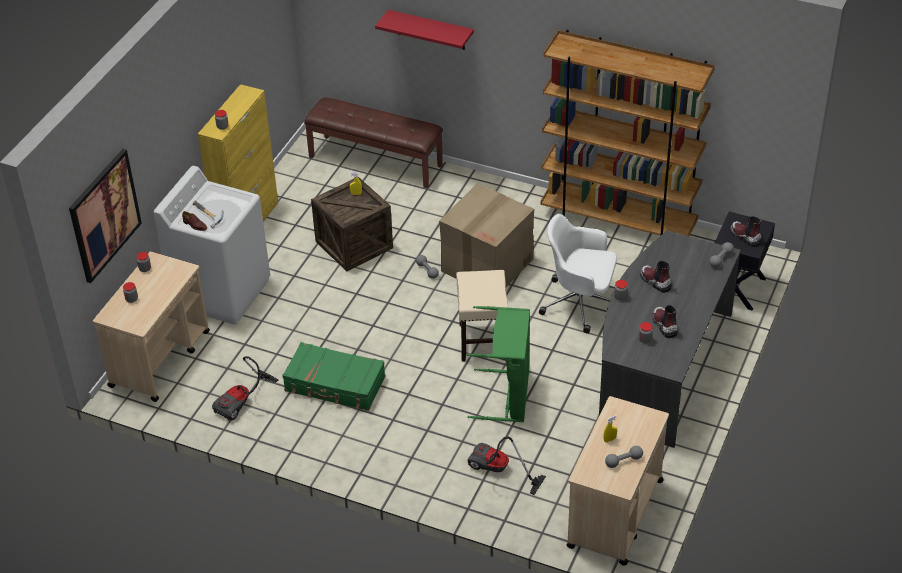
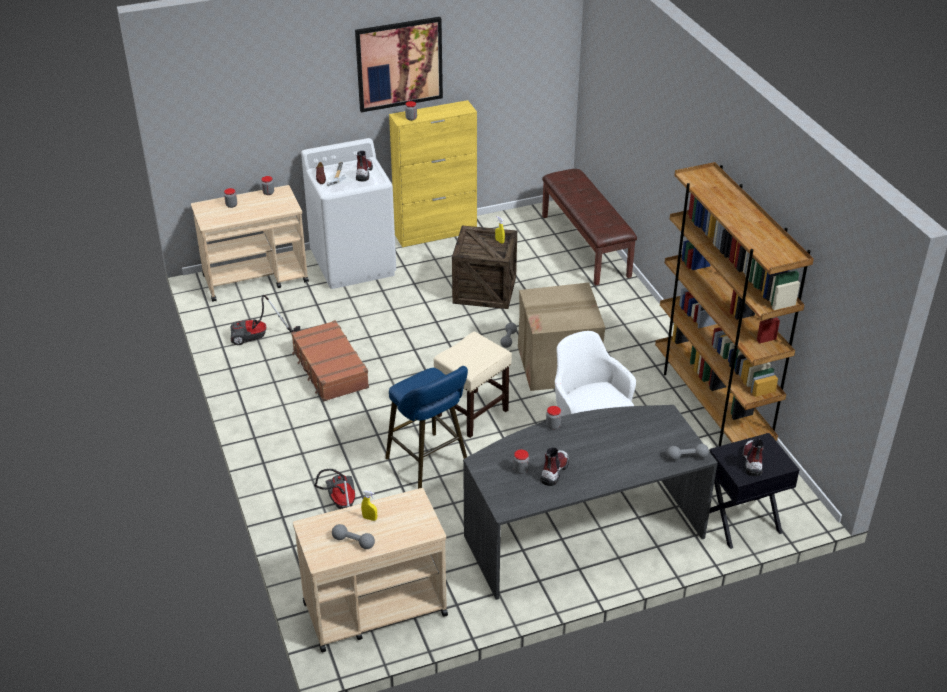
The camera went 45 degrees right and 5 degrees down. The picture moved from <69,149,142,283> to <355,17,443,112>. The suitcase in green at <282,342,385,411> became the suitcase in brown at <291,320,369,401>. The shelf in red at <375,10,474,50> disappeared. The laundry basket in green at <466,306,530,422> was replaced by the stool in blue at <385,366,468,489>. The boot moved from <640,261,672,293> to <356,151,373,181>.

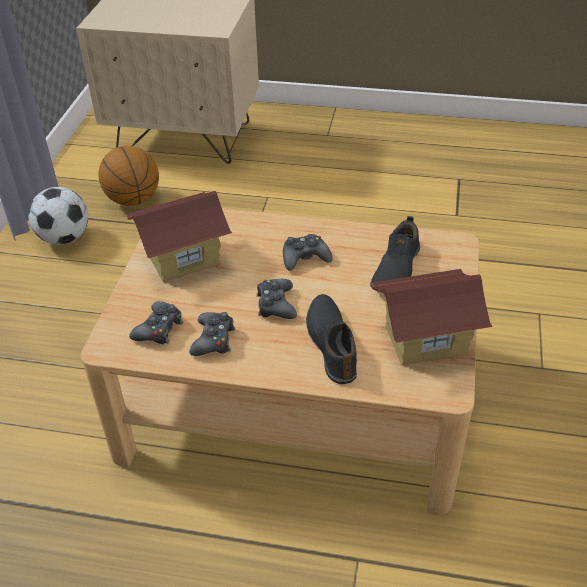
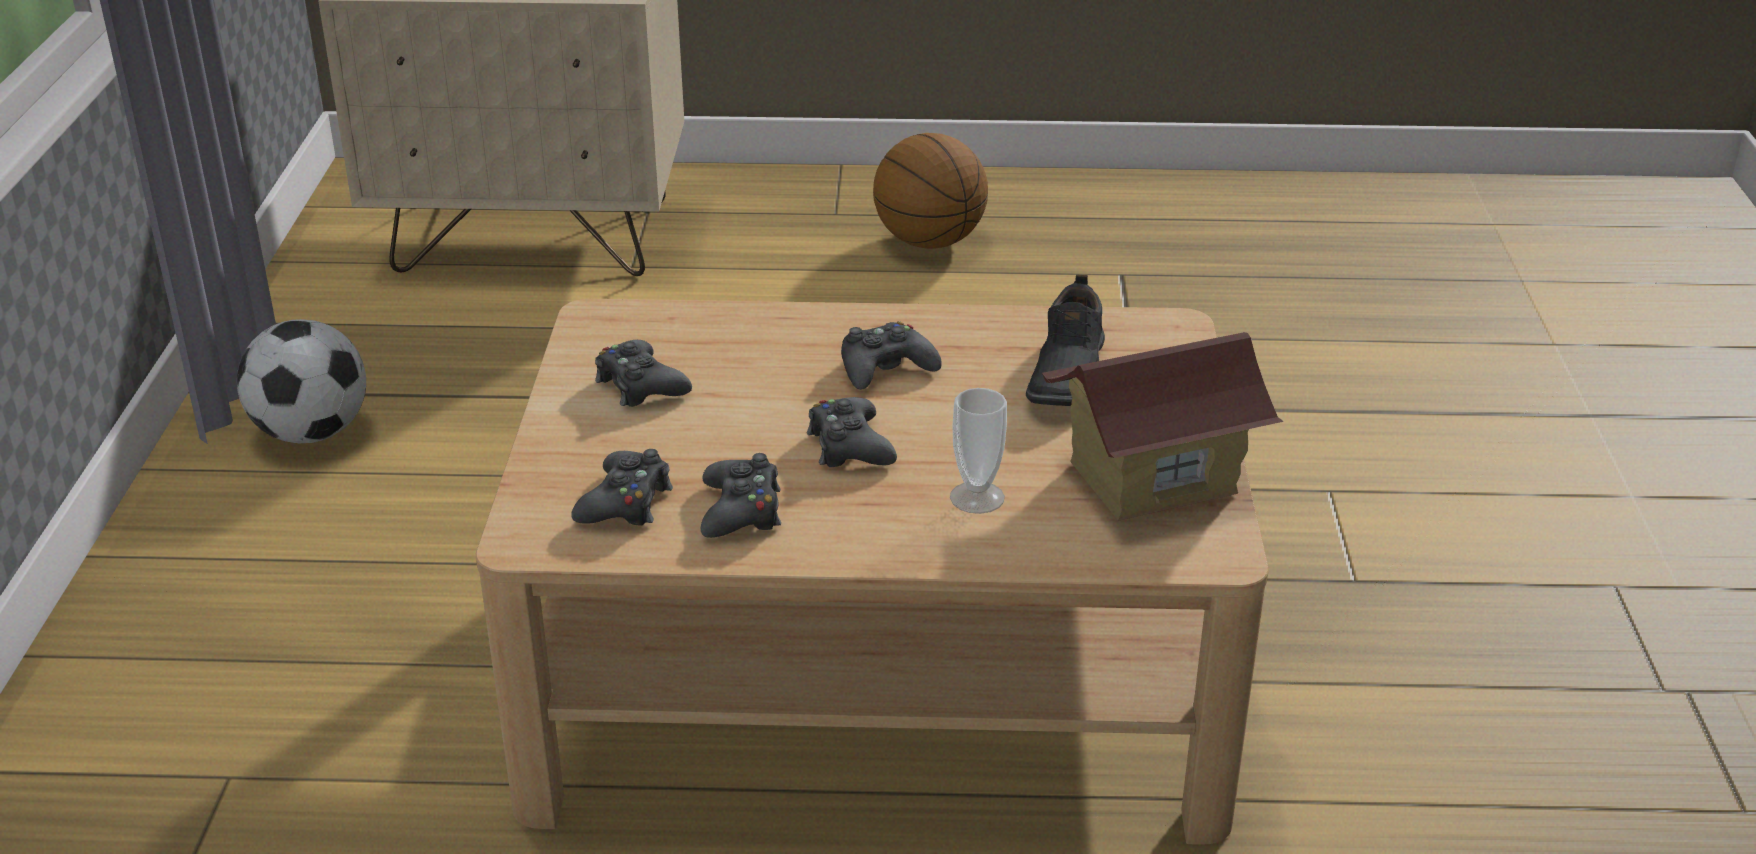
The camera went 10 degrees left and 10 degrees down. The basketball moved from <98,146,159,206> to <873,133,988,249>. The toy house at <126,191,232,282> was replaced by the game controller in black at <595,340,692,407>. The shoe in black at <306,294,357,384> was replaced by the cup at <950,388,1007,514>.

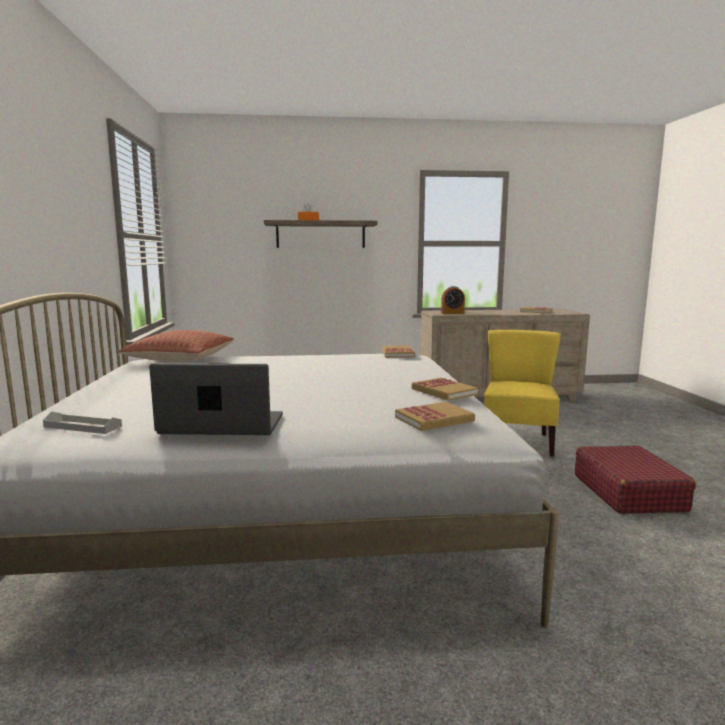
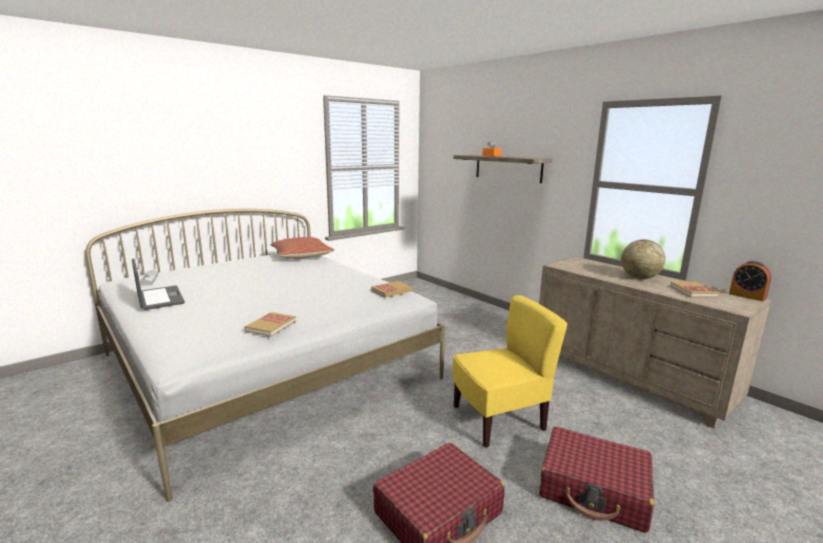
The camera went 55 degrees right and 5 degrees up. The book at <395,402,475,431> disappeared. The alarm clock moved from <441,286,465,314> to <729,261,771,302>. The suitcase in red at <539,426,655,533> appeared. The globe at <621,239,665,279> appeared.

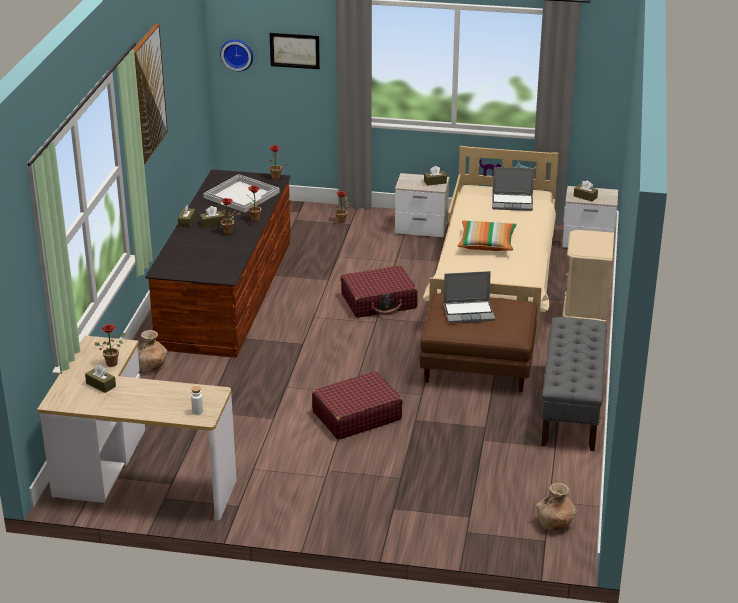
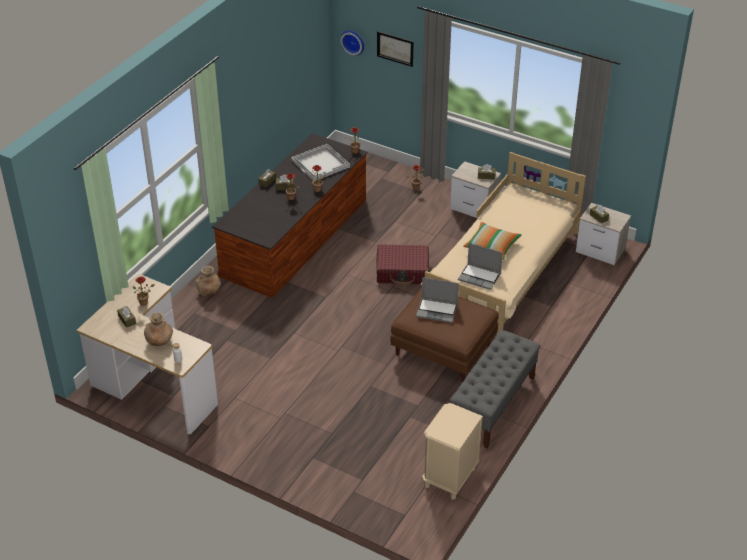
The camera went 20 degrees right and 10 degrees up. The picture at <133,24,168,164> disappeared. The suitcase in red at <312,371,403,440> disappeared. The laptop moved from <492,167,534,211> to <458,243,502,290>. The vase in brown moved from <536,483,577,531> to <144,312,173,346>. The nightstand in beige moved from <562,230,614,322> to <422,403,483,500>.

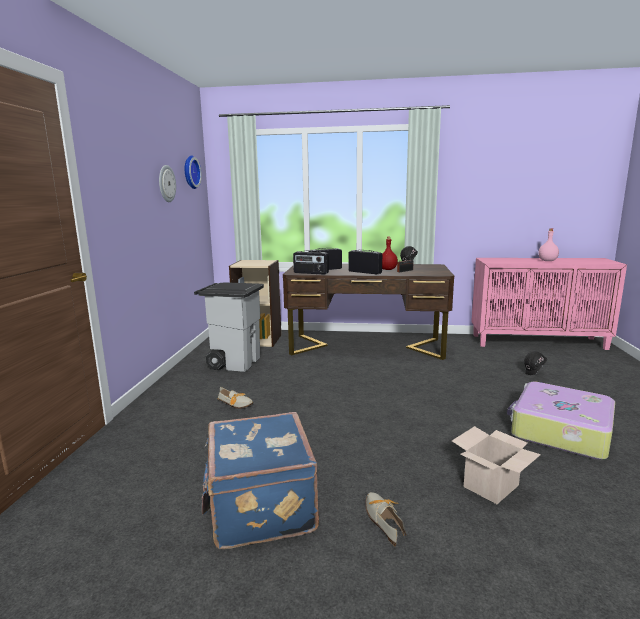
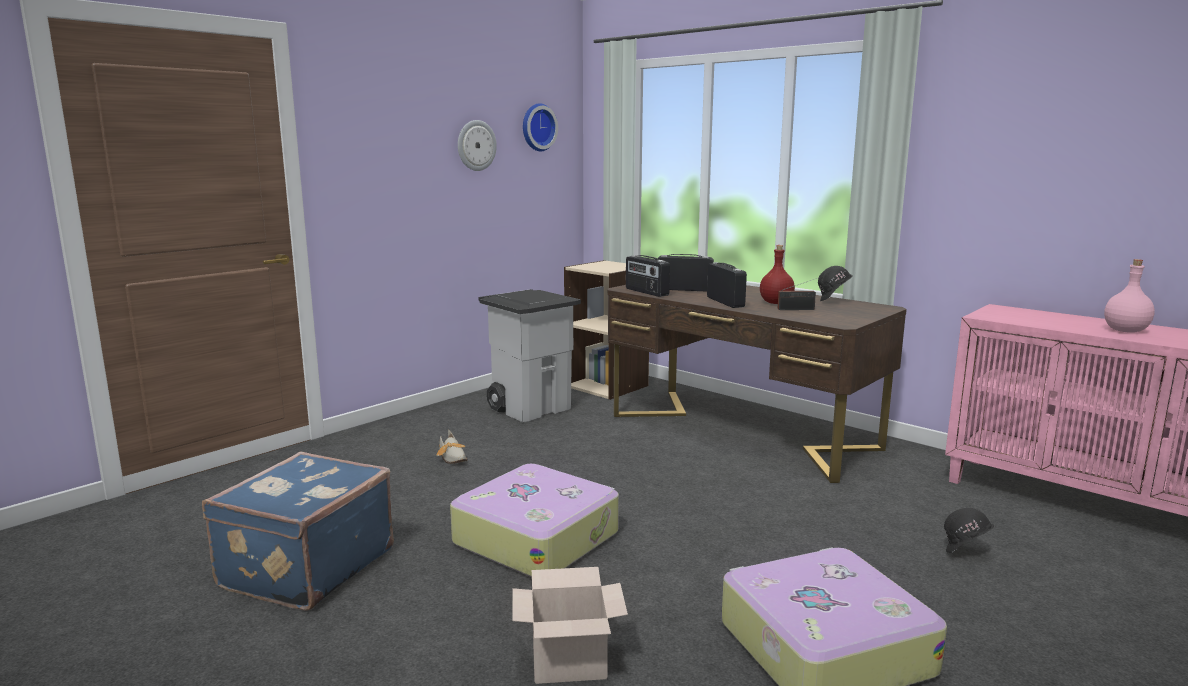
The camera went 35 degrees right and 0 degrees up. The shoe at <365,492,406,547> disappeared. The suitcase at <450,464,619,577> appeared.

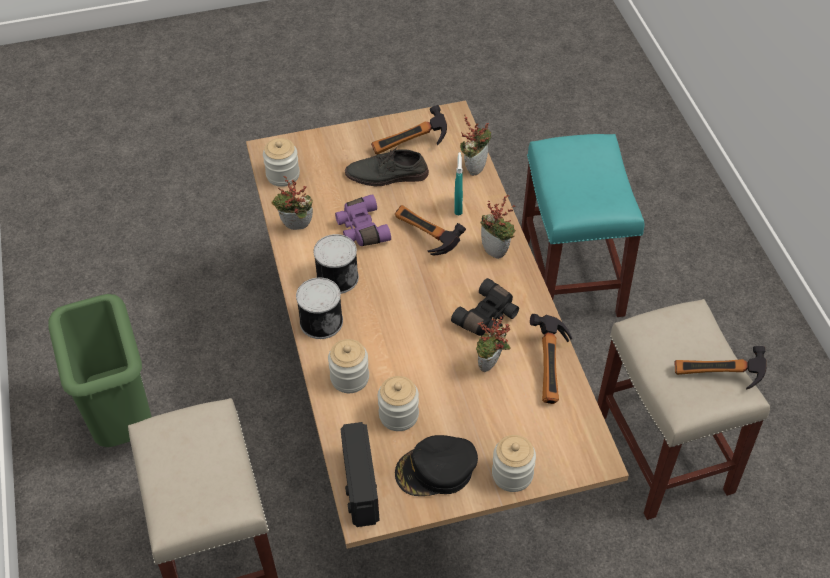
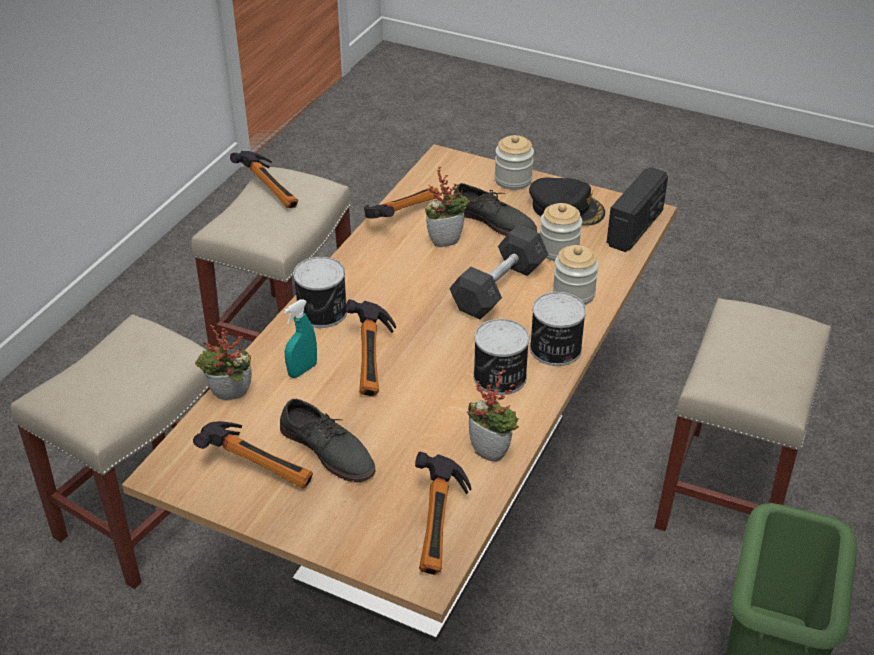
The camera went 140 degrees left and 10 degrees down. The jar at <263,138,300,187> was replaced by the hammer at <415,452,472,575>. The binoculars in purple at <335,194,391,246> disappeared. The binoculars in black at <451,278,519,336> disappeared. The potted plant at <480,194,516,259> was replaced by the can at <293,257,347,328>. The stool in turquoise at <521,134,644,317> became the stool in beige at <11,314,210,589>. The dumbbell in grey at <449,225,549,320> appeared. The shoe in grey at <453,183,537,236> appeared.

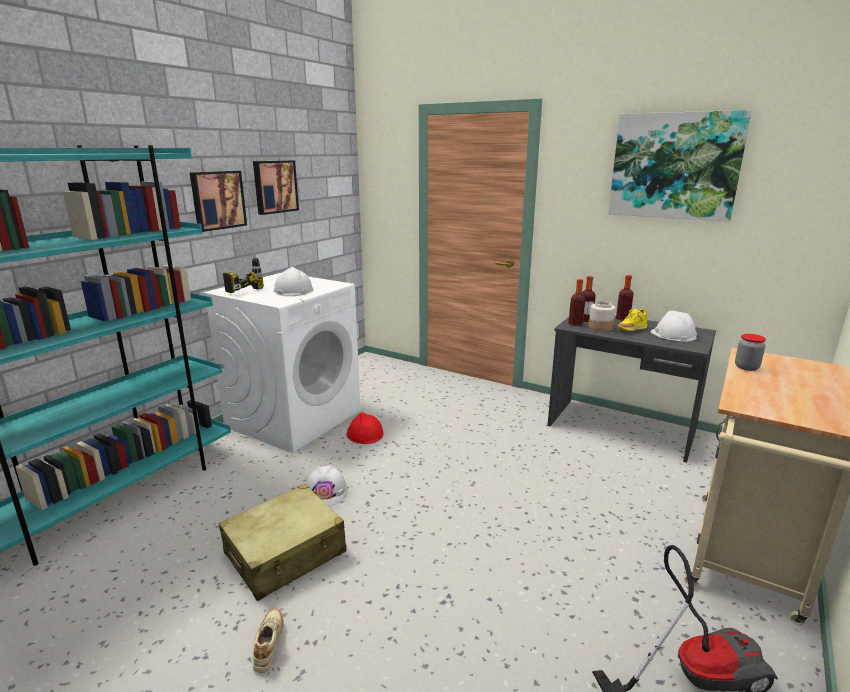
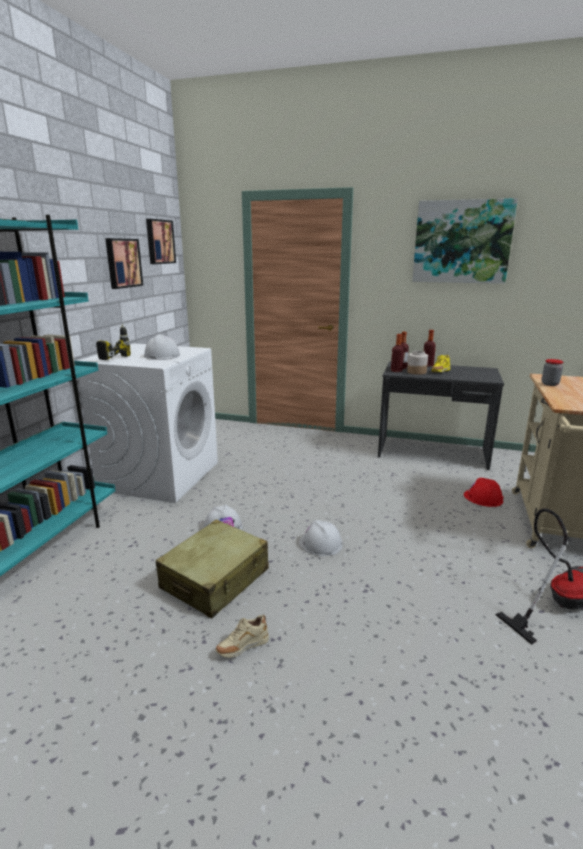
The camera went 15 degrees left and 0 degrees up. The picture moved from <190,171,247,232> to <146,219,176,264>. The shoe in beige at <253,608,283,673> turned 105 degrees counterclockwise. The hard hat in red moved from <346,412,384,444> to <464,478,503,507>. The hard hat in white moved from <650,310,697,342> to <299,520,342,556>.

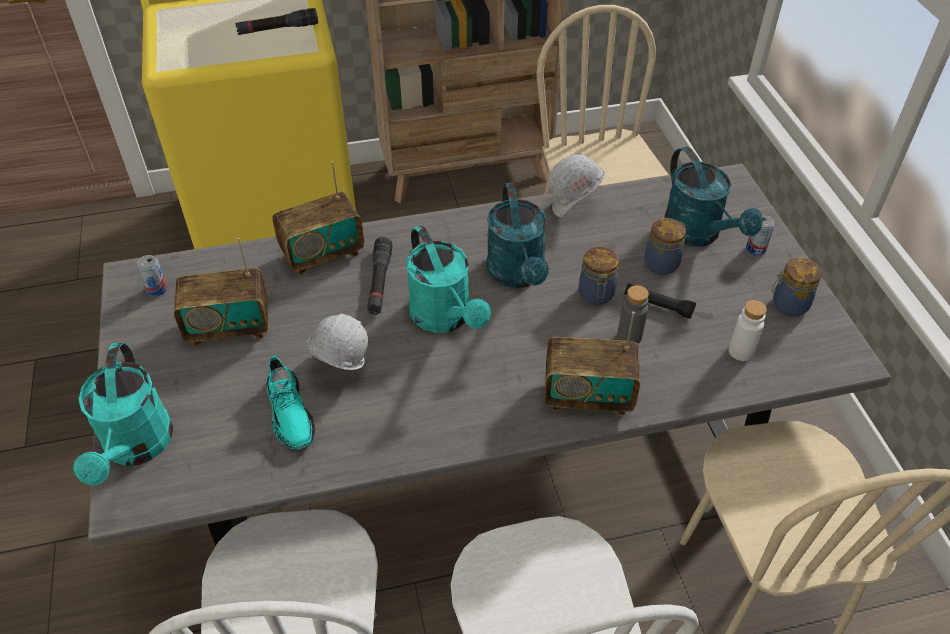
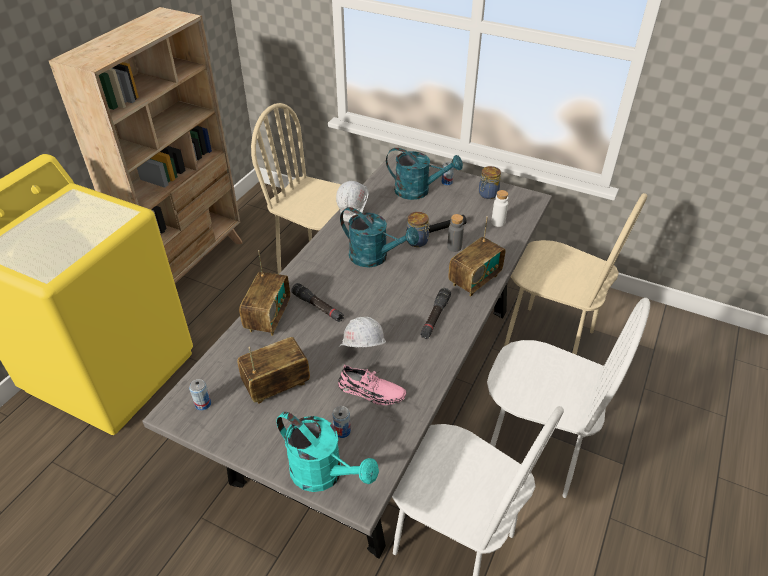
The camera went 50 degrees left and 5 degrees down. The radio at <174,238,268,346> turned 150 degrees counterclockwise. The flashlight in black moved from <235,8,318,35> to <420,288,451,339>. The shoe in turquoise at <267,355,315,449> became the shoe in pink at <338,365,406,405>. The watering can in turquoise at <406,226,491,333> disappeared. The jar at <645,218,686,275> disappeared. The can at <332,406,351,438> appeared.

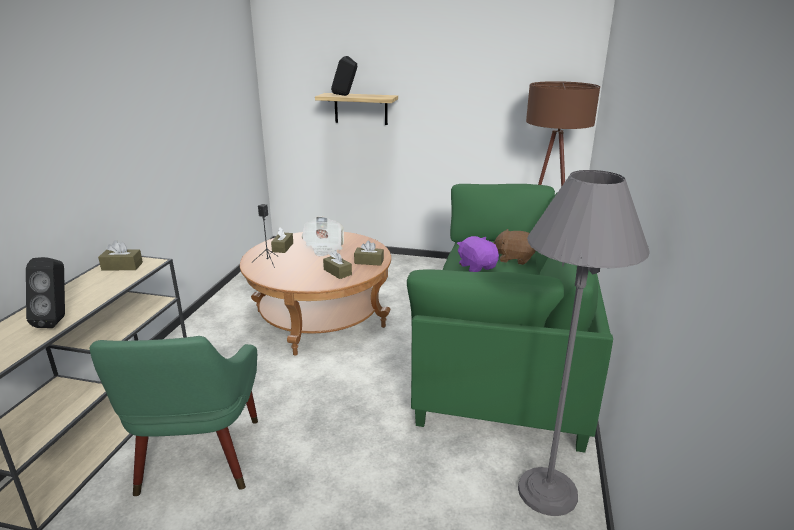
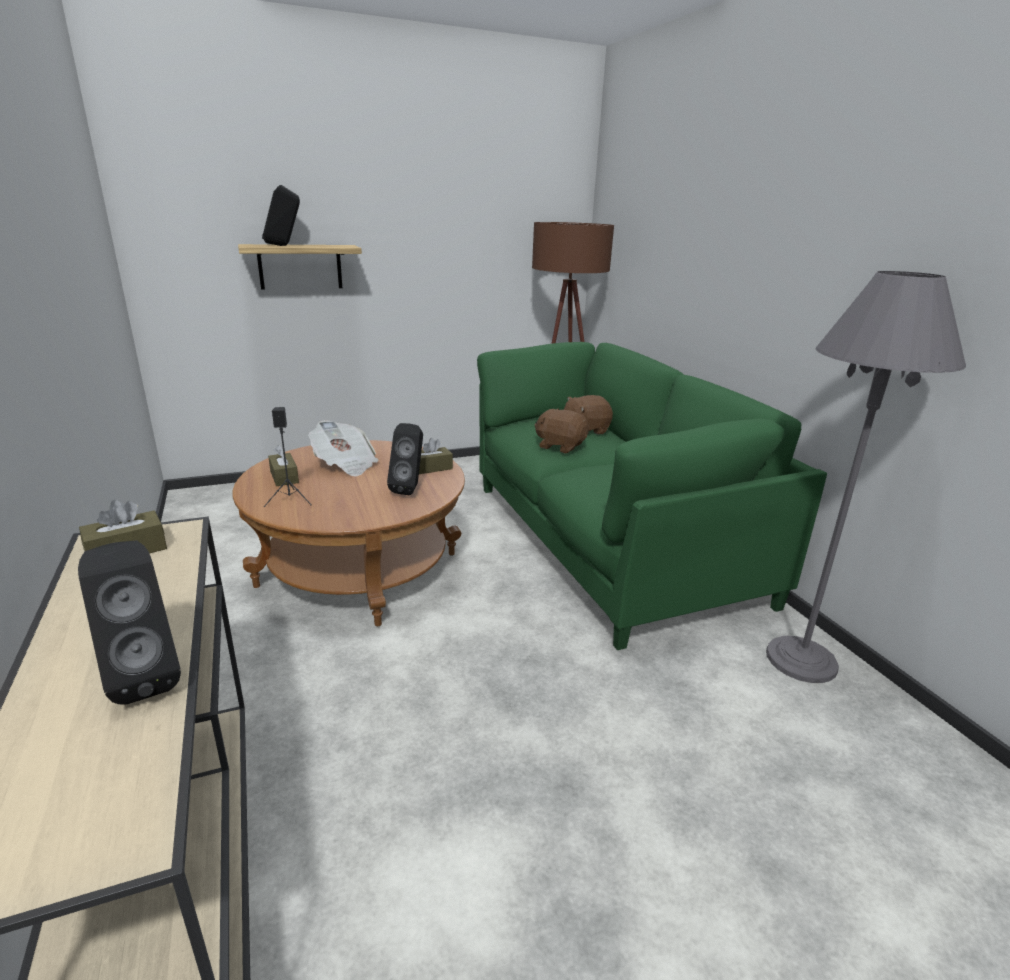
The camera went 35 degrees left and 0 degrees up. The armchair in green at <89,336,258,496> disappeared. The tissue box in brown at <323,250,352,279> was replaced by the speaker in black at <387,423,423,495>. The plush toy in purple at <457,236,499,272> became the plush toy in brown at <535,408,589,454>.

